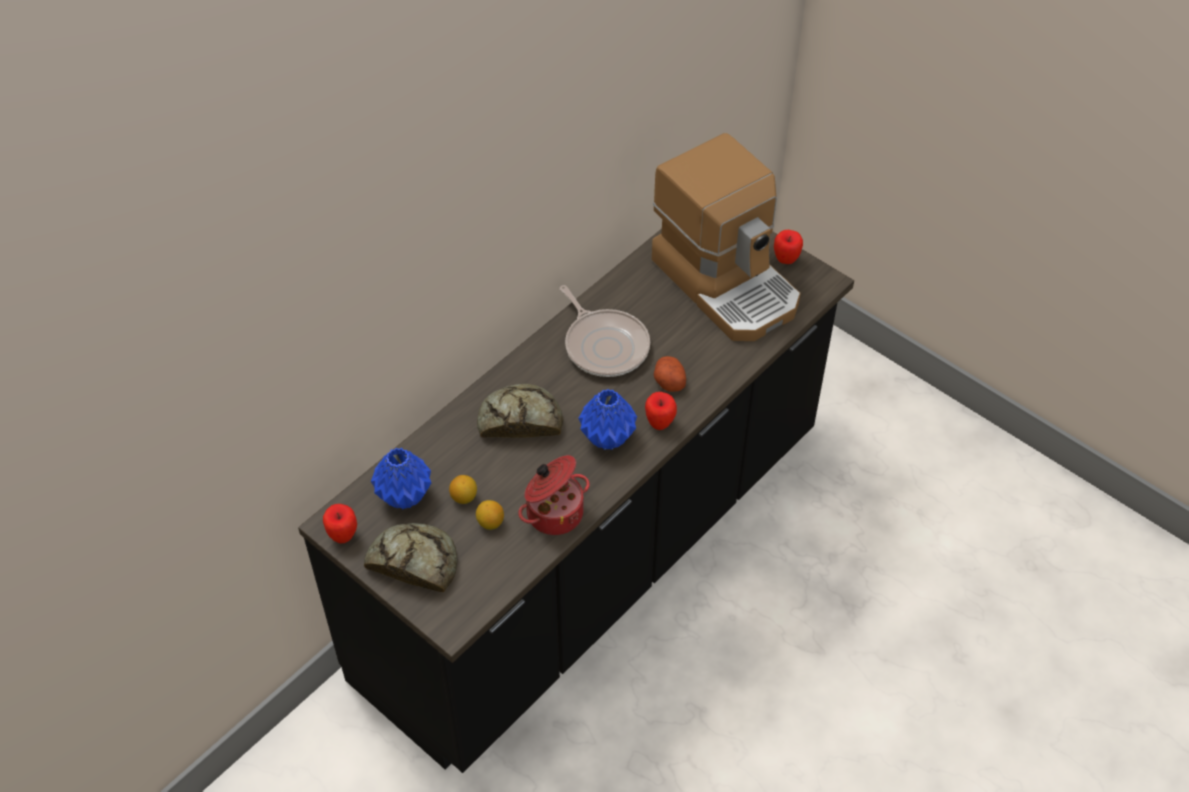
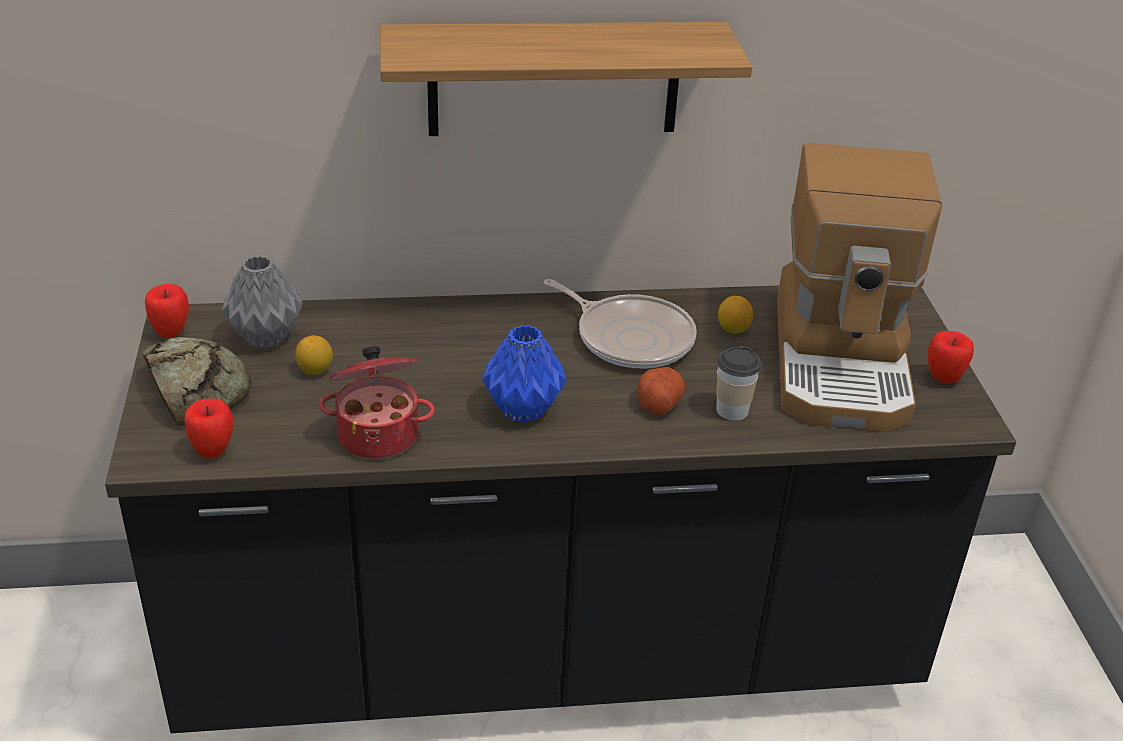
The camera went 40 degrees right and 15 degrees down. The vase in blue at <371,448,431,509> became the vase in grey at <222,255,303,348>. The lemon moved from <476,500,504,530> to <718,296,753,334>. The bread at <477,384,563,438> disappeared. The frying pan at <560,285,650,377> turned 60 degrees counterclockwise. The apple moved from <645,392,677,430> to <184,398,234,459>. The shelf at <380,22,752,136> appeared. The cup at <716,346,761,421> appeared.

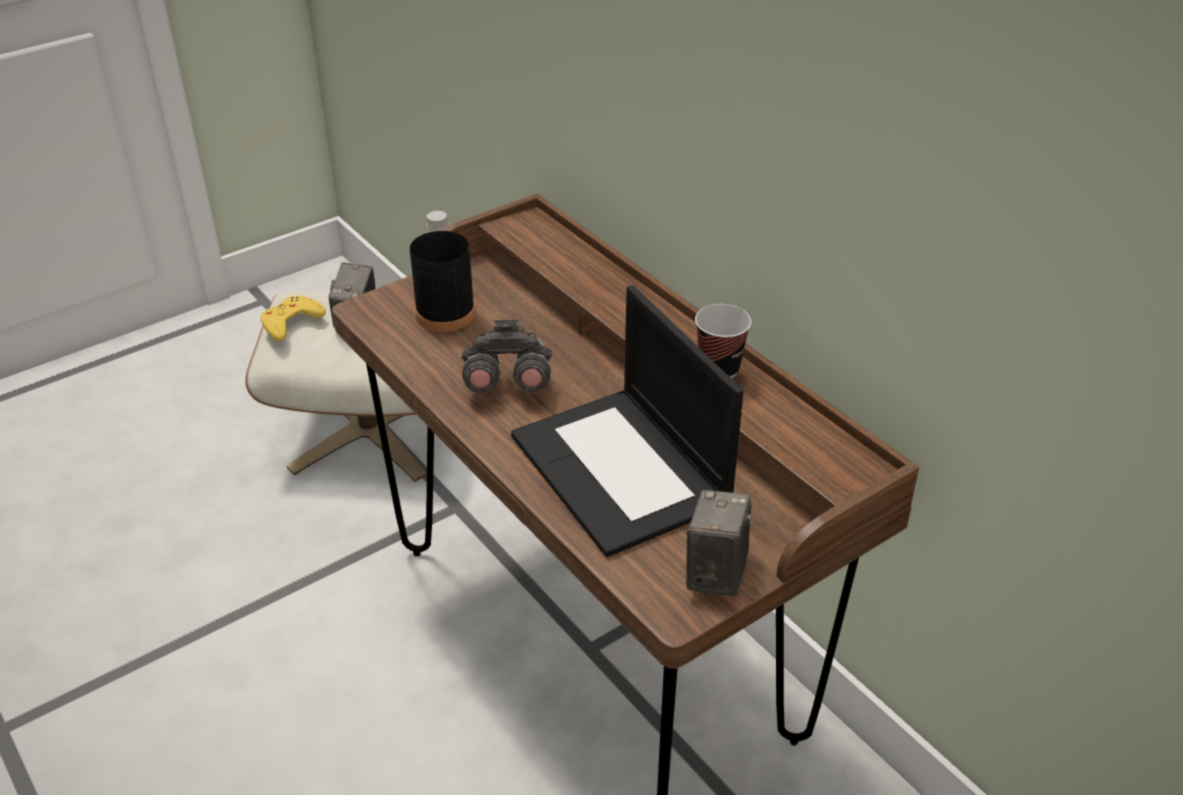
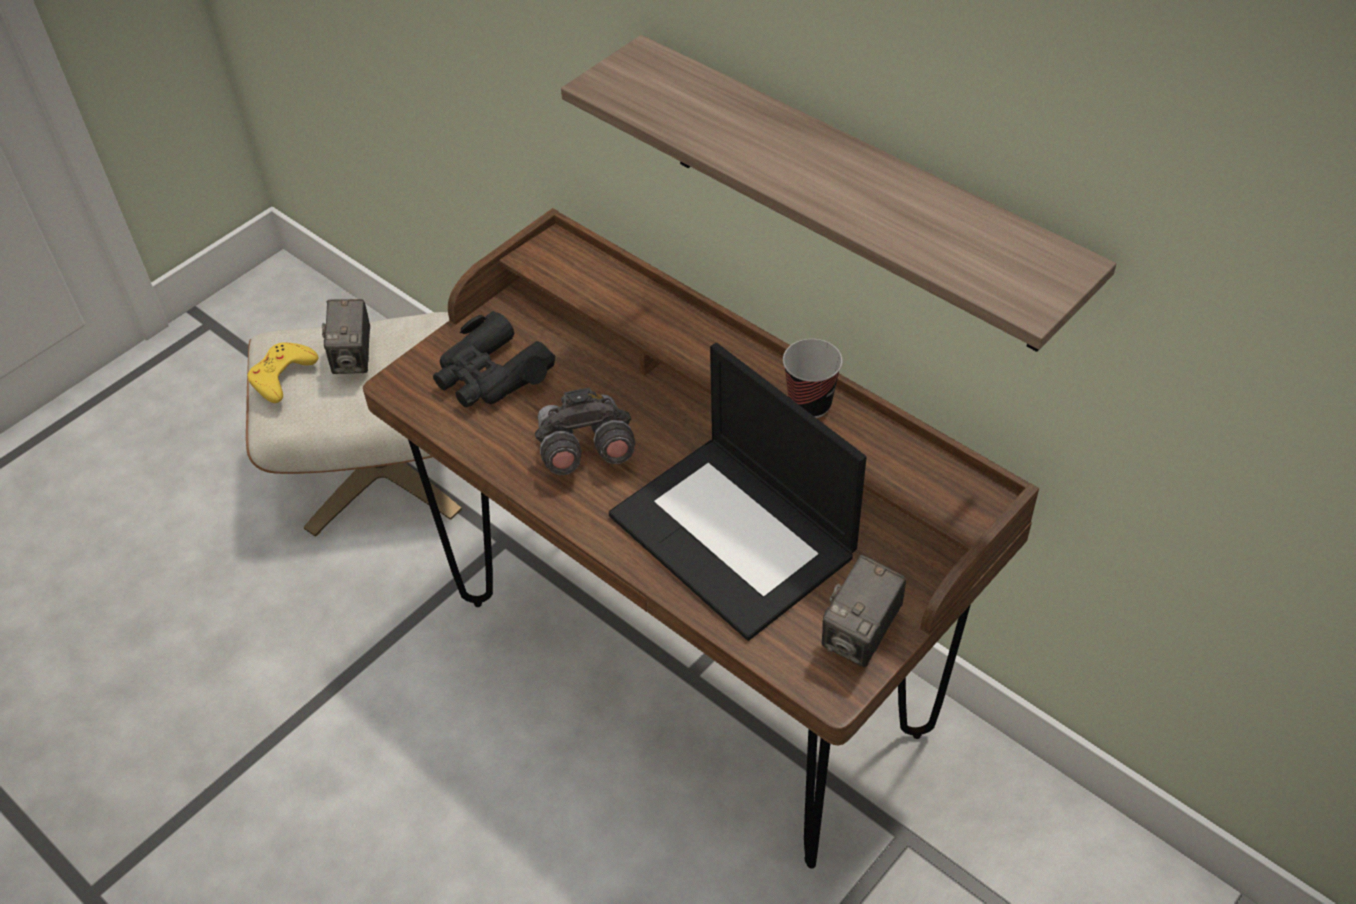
The camera went 10 degrees left and 10 degrees up. The bottle in black at <410,211,475,332> was replaced by the binoculars in black at <433,311,556,407>. The photo camera at <686,490,753,596> turned 150 degrees counterclockwise. The shelf at <561,35,1116,352> appeared.

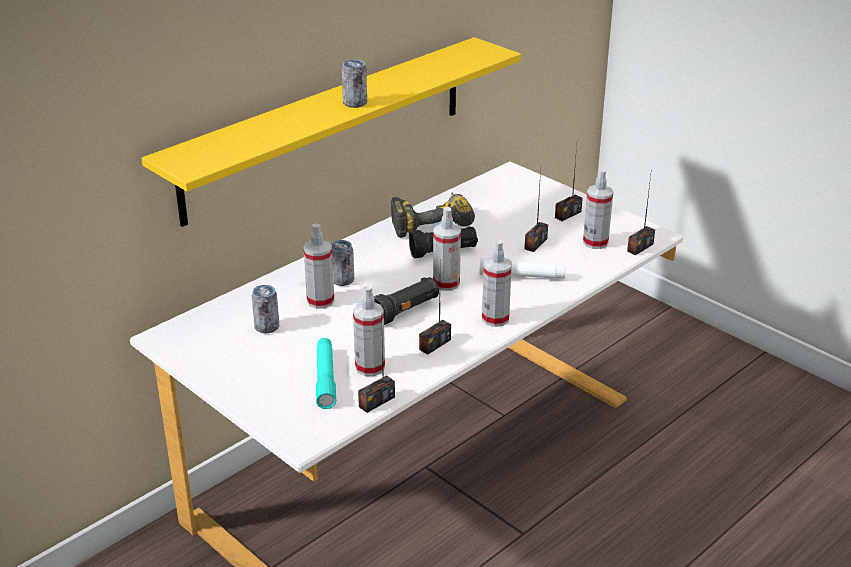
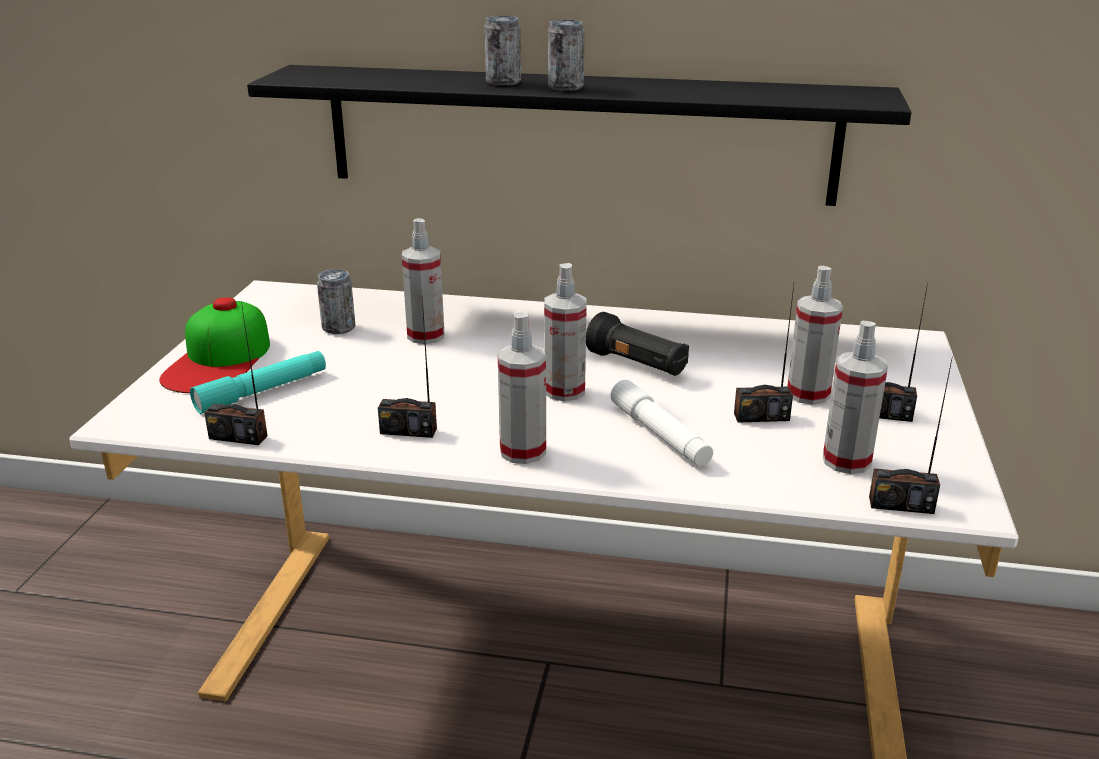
The camera went 55 degrees right and 5 degrees down. The shelf in yellow at <141,37,521,227> became the shelf in black at <247,65,912,206>. The can moved from <331,240,354,286> to <484,16,521,86>. The spray bottle moved from <353,286,385,376> to <787,266,843,405>. The flashlight in black at <374,277,439,325> disappeared. The power drill at <391,192,475,238> disappeared. The cap at <159,297,270,393> appeared.

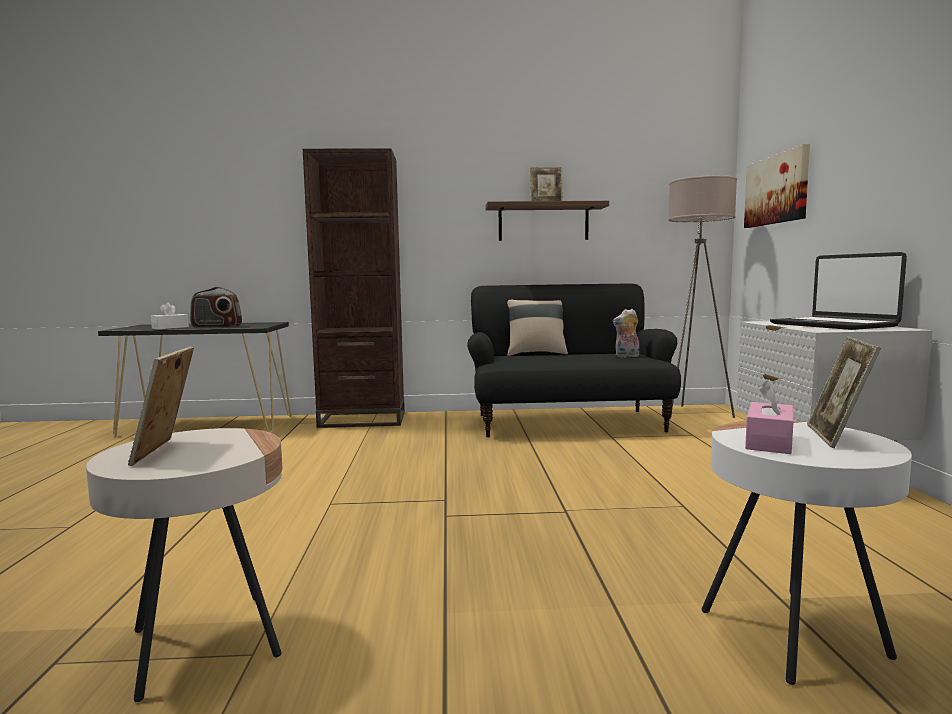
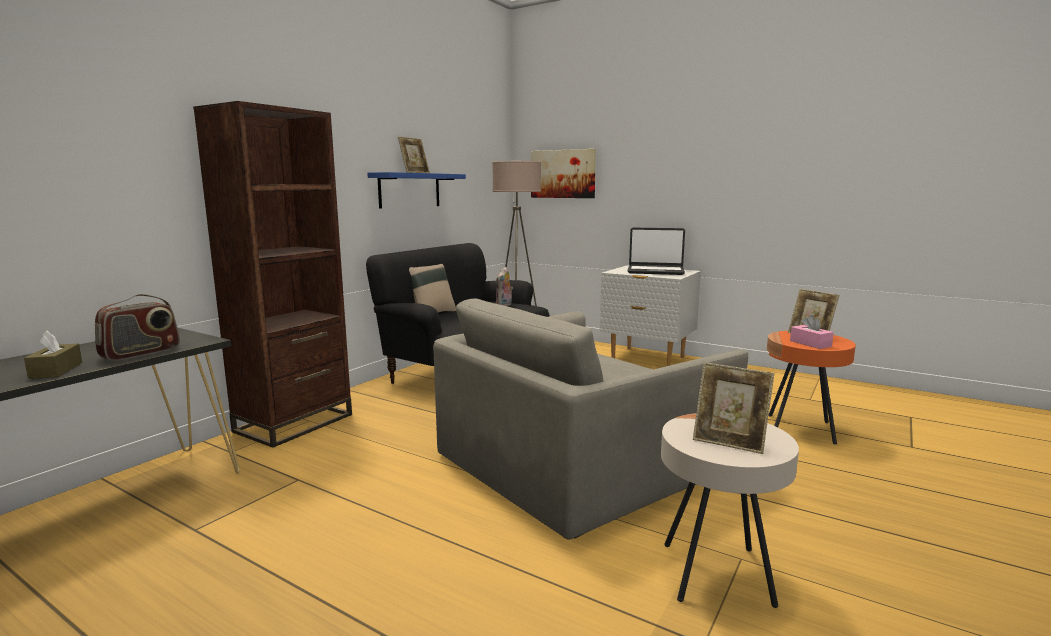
The camera went 55 degrees left and 5 degrees up. The tissue box in white at <151,302,189,329> became the tissue box in brown at <24,331,82,379>. The shelf in brown at <485,201,609,241> became the shelf in blue at <367,172,466,209>. The side table in white at <702,421,912,685> became the side table in orange at <767,331,856,444>. The armchair in grey at <433,298,748,539> appeared.

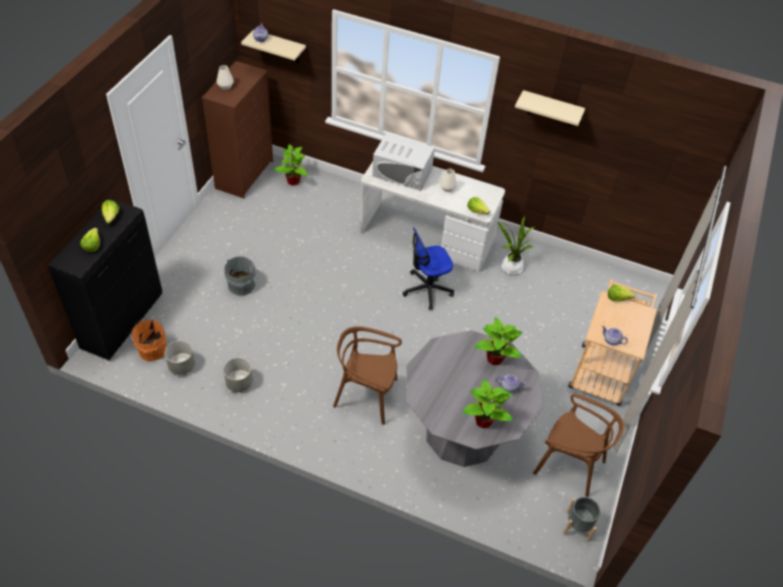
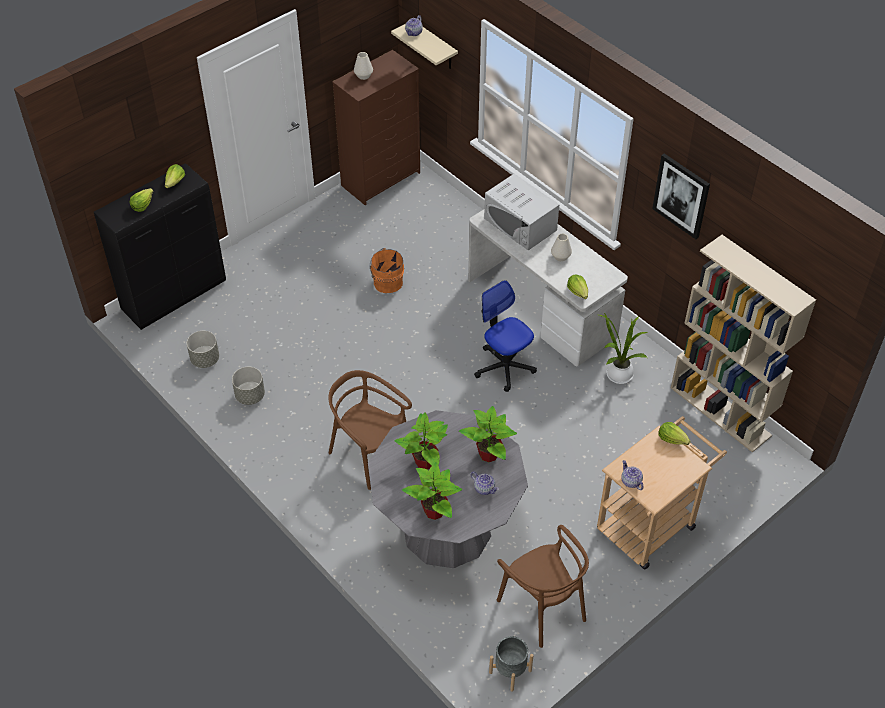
The camera went 30 degrees right and 0 degrees up. The bucket in orange moved from <130,319,167,361> to <370,248,404,293>. The bucket in grey at <224,256,258,296> disappeared. The potted plant moved from <273,144,308,186> to <394,413,448,470>. The office chair at <402,227,454,310> turned 45 degrees clockwise. The shelf in beige at <515,90,585,126> was replaced by the picture at <652,153,710,239>. The bookcase in beige at <671,235,816,452> appeared.

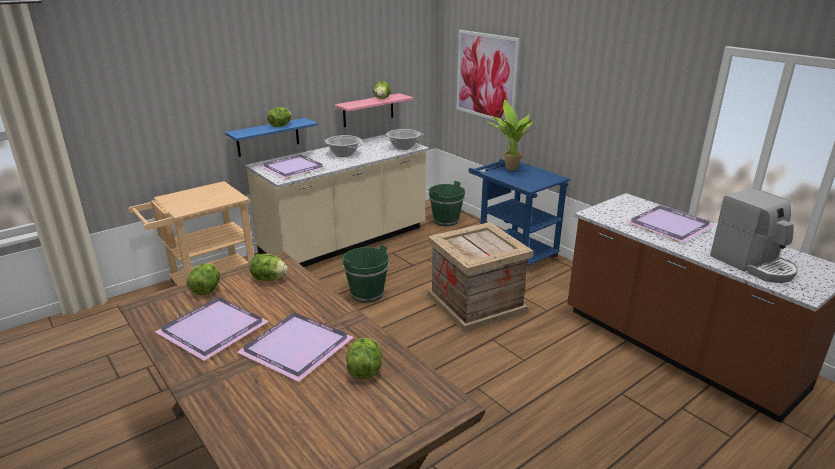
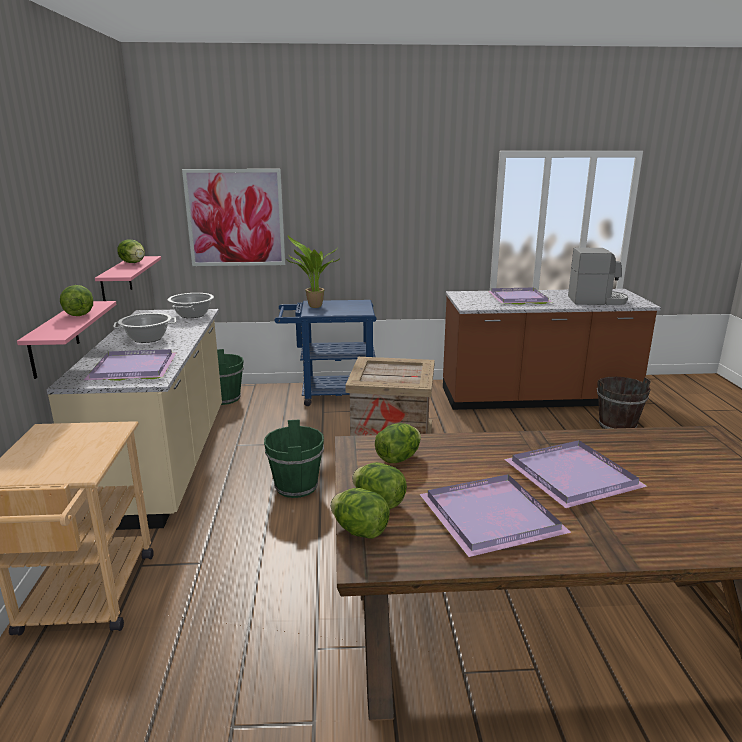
The camera went 55 degrees left and 5 degrees down. The shelf in blue at <225,118,318,157> became the shelf in pink at <17,301,117,379>. The lettuce moved from <346,338,382,380> to <330,488,390,539>. The bucket in brown at <597,377,651,429> appeared.

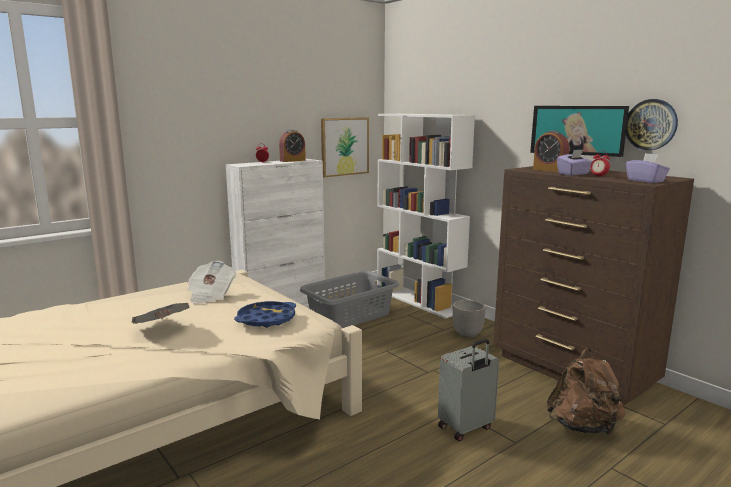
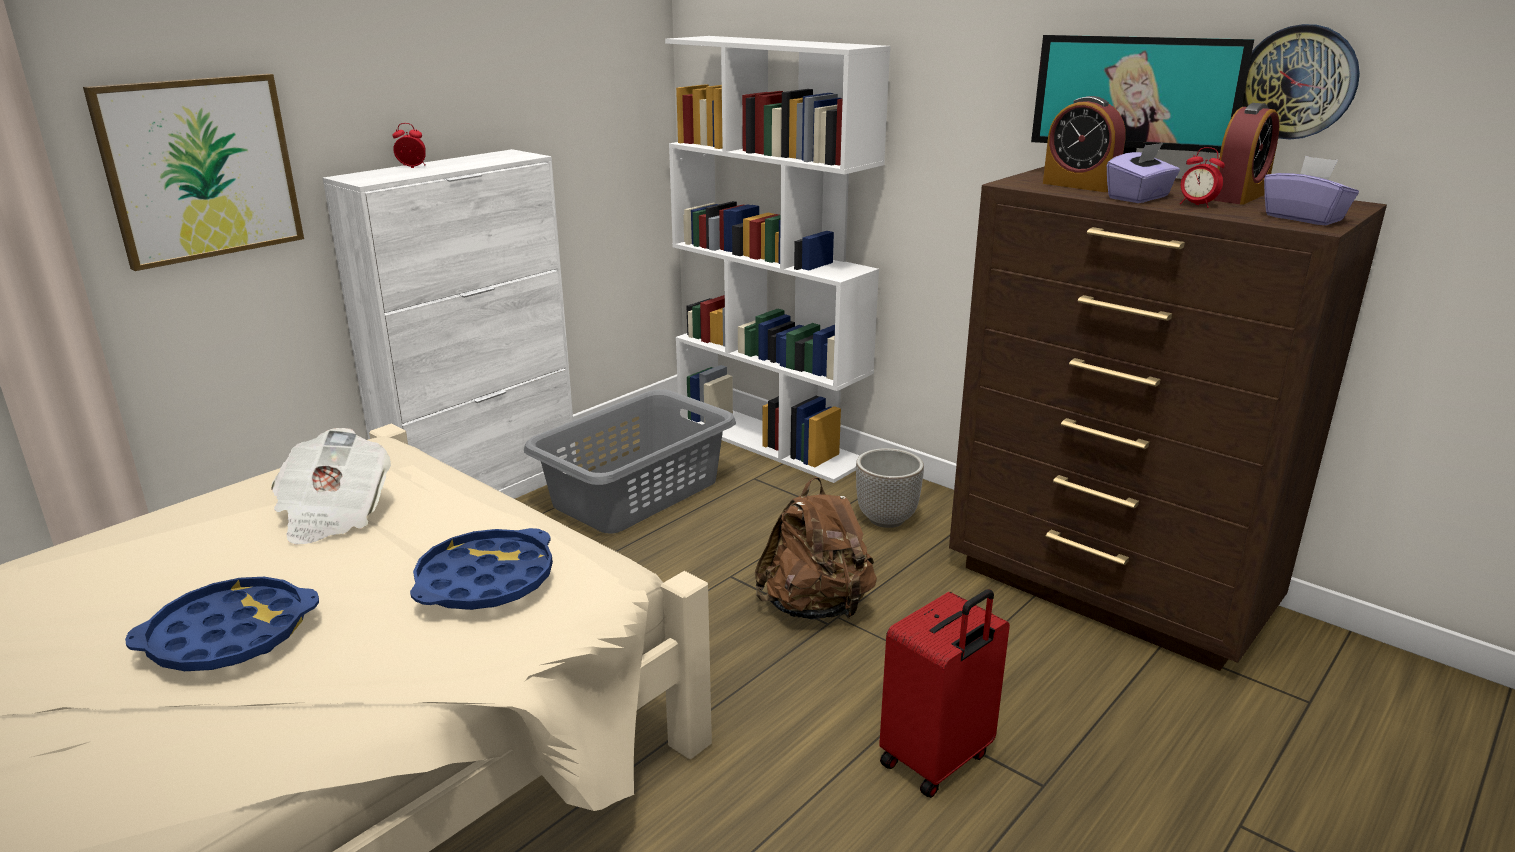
The camera went 10 degrees left and 10 degrees up. The newspaper at <132,303,190,324> was replaced by the tray in blue at <125,577,319,671>. The alarm clock moved from <279,130,306,162> to <1213,103,1279,205>. The picture moved from <321,117,369,177> to <83,73,304,271>. The suitcase in grey at <438,339,499,441> became the suitcase in red at <879,589,1010,798>. The backpack in brown moved from <547,348,625,435> to <755,477,877,620>.

